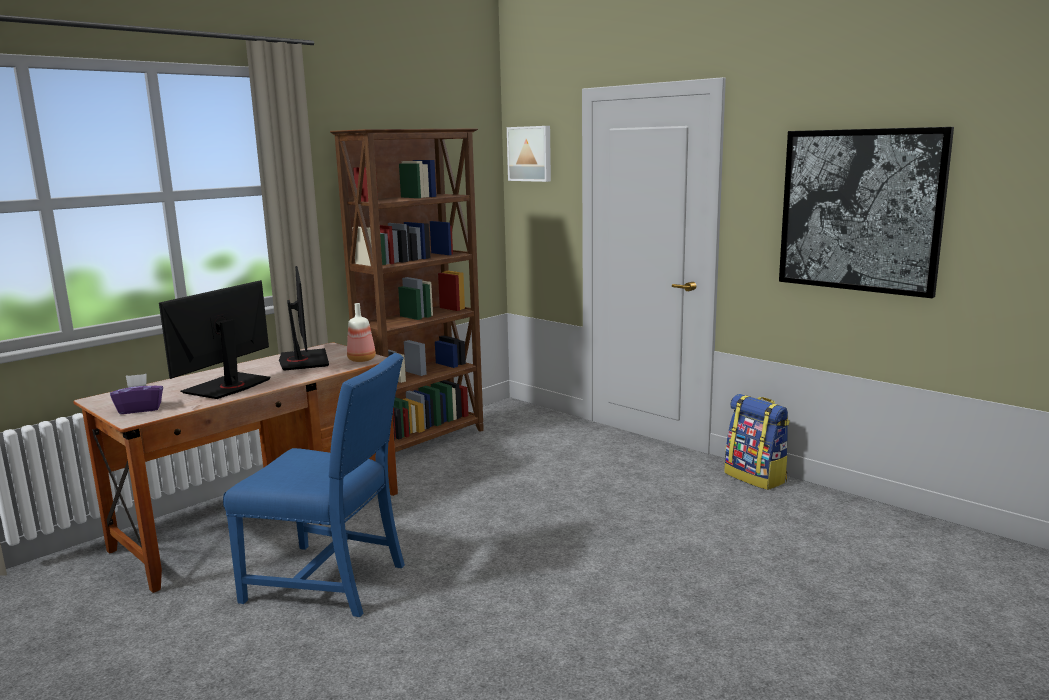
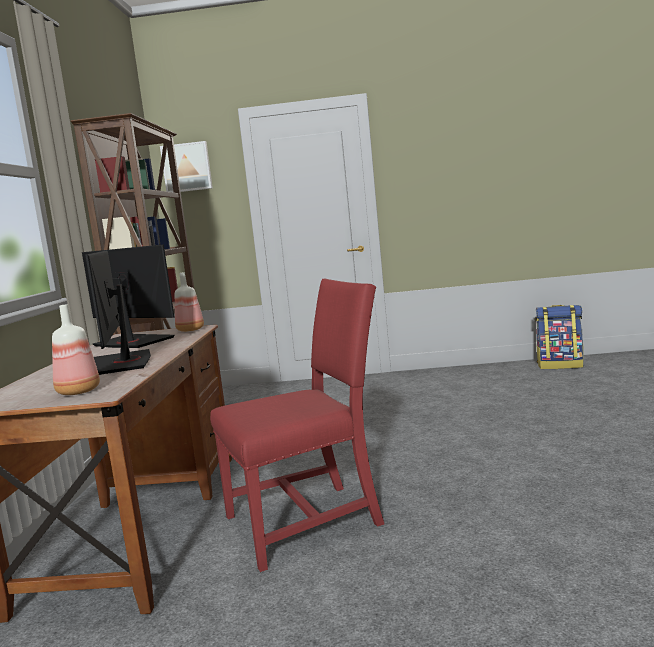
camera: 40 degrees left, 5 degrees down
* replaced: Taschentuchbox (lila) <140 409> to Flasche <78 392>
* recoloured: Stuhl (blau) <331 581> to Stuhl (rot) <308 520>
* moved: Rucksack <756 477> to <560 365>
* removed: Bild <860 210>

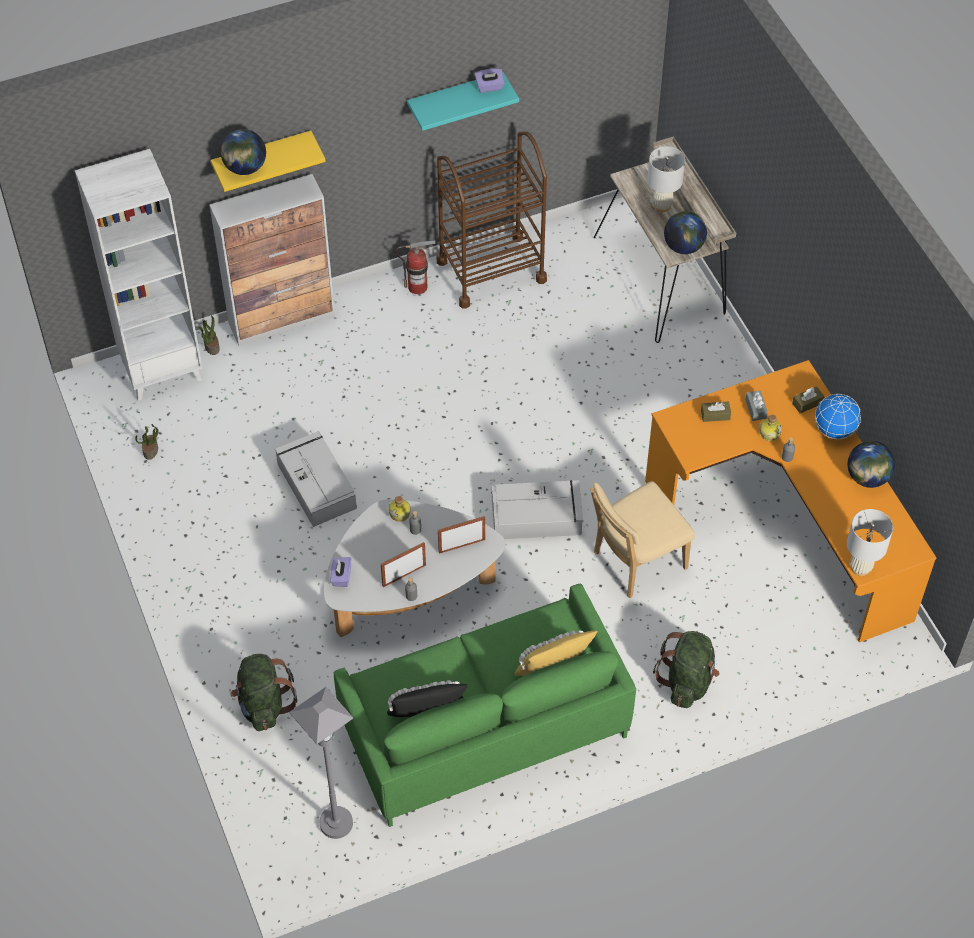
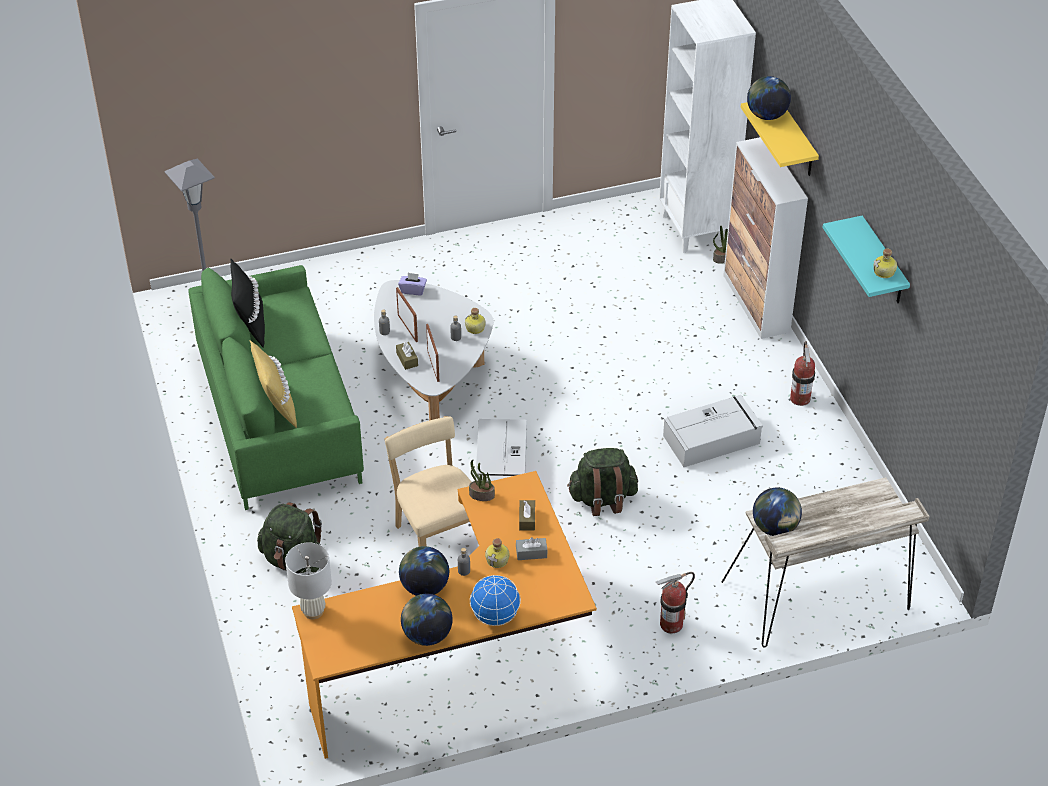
camera: 95 degrees right, 10 degrees down
* moved: Taschentuchbox (braun) <807 403> to <407 359>
* added: Globus <424 587>
* moved: Topfpflanze <151 450> to <481 495>
* moved: Rucksack (grün) <263 705> to <602 499>
* added: Feuerlöscher <671 624>
* moved: Aufbewahrungsbox (grau) <316 485> to <712 439>
* replaced: Taschentuchbox (lila) <489 87> to Flasche <884 272>
* removed: Rollwagen (braun) <491 270>
* removed: Tischlampe (weiß) <662 206>

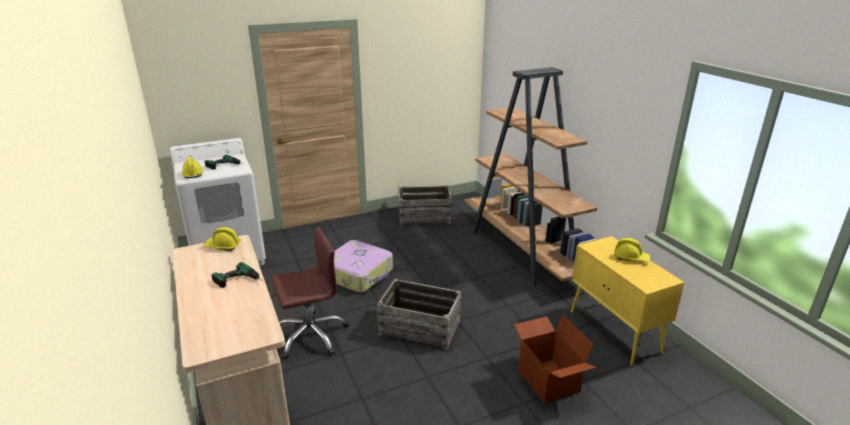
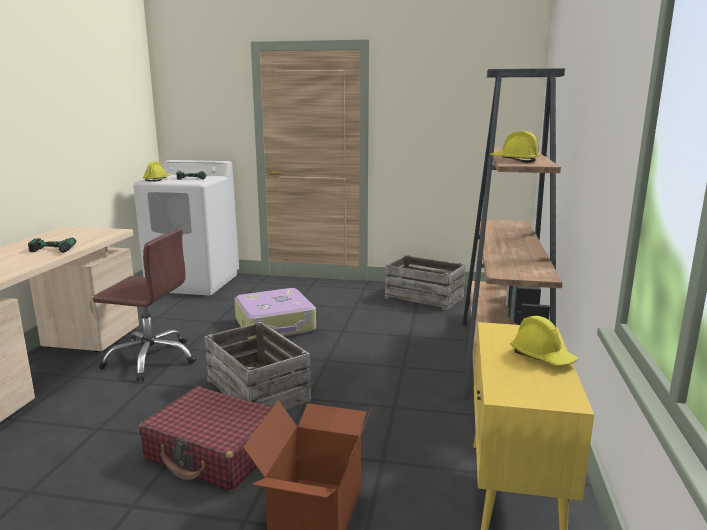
camera: 35 degrees right, 10 degrees down
* added: Koffer (rot) <214 452>
* moved: Schutzhelm (gelb) <223 246> to <514 160>

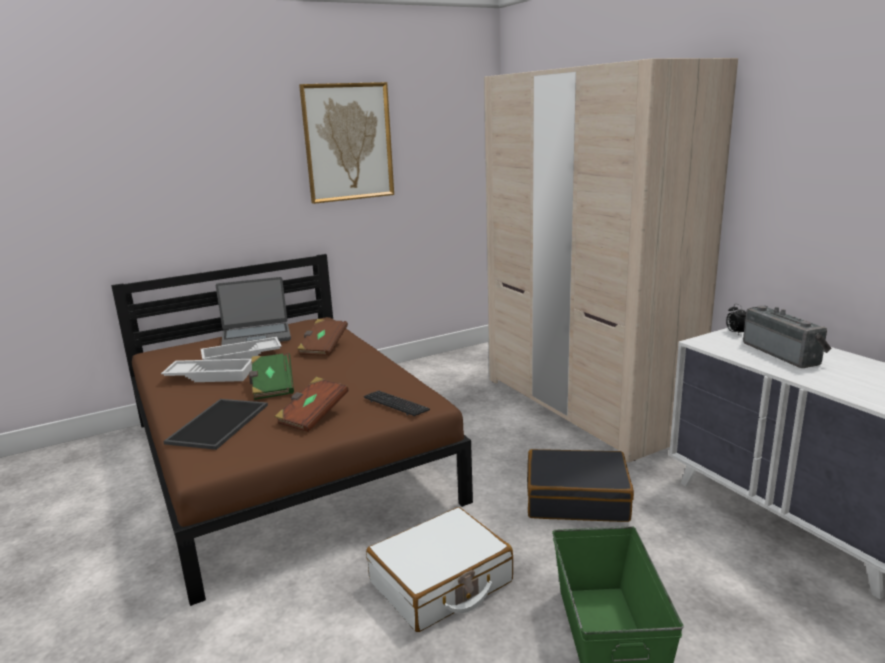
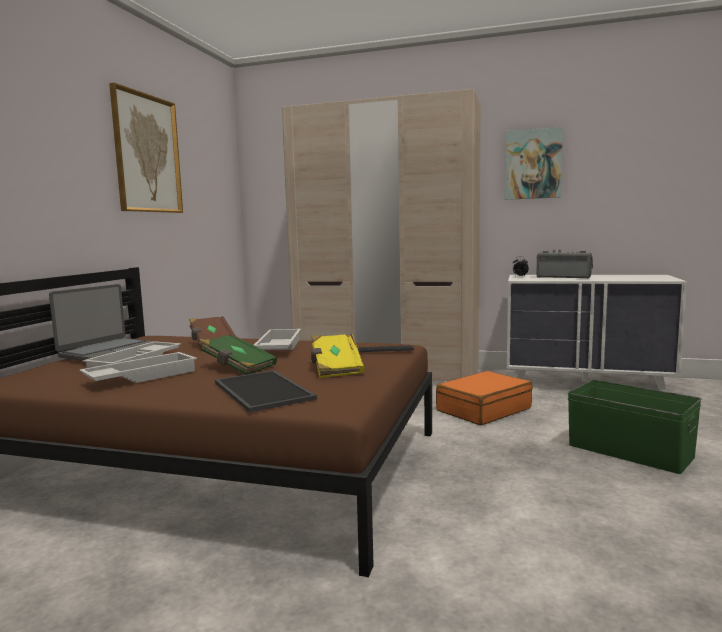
camera: 45 degrees left, 10 degrees down
* added: Tablett (weiß) <278 347>
* recoloured: Buch (braun) <312 416> to Buch (gelb) <335 369>
* recoloured: Koffer (schwarz) <576 498> to Koffer (orange) <483 409>
* added: Bild <533 164>
* removed: Koffer (weiß) <441 583>

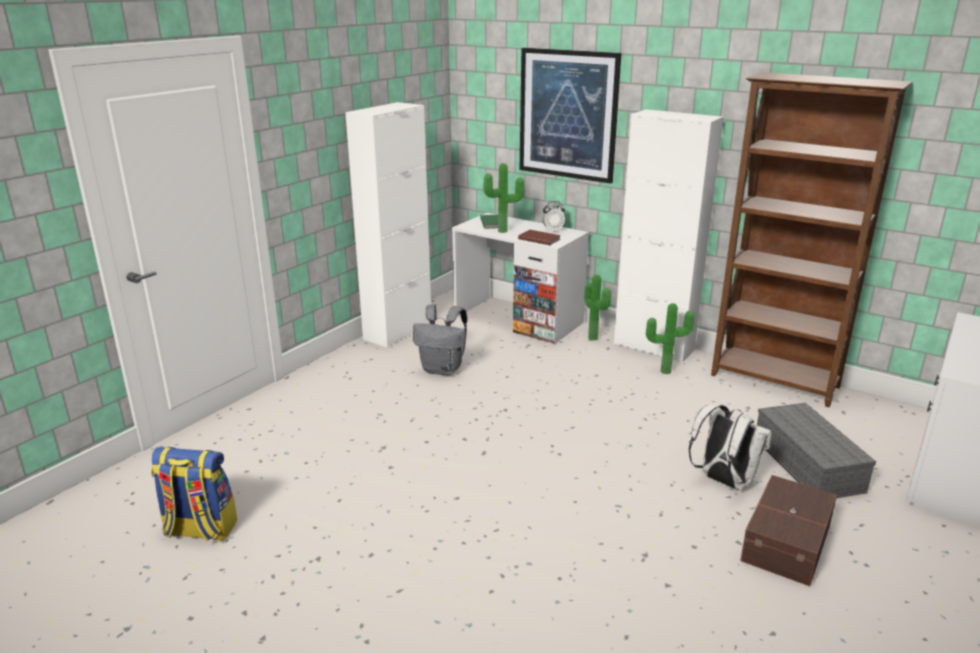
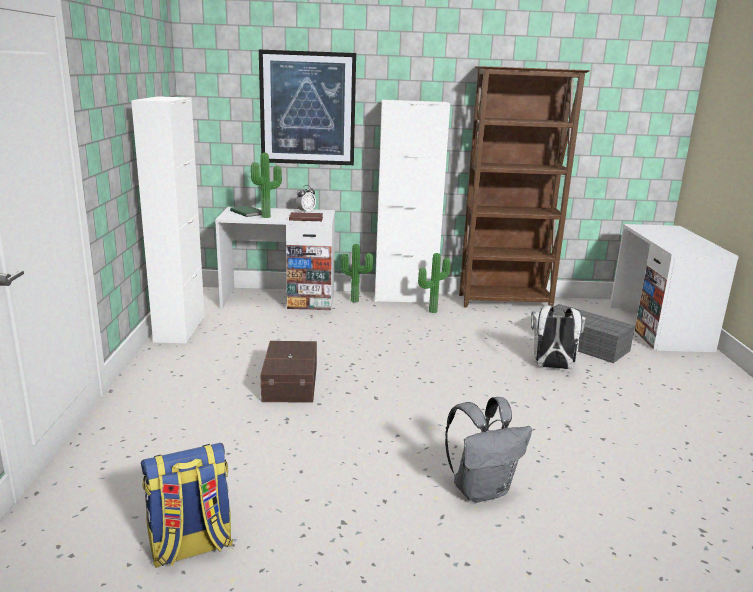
camera: 35 degrees left, 5 degrees down
* moved: Aufbewahrungsbox (braun) <788 542> to <292 383>
* moved: Rucksack (grau) <443 369> to <481 490>

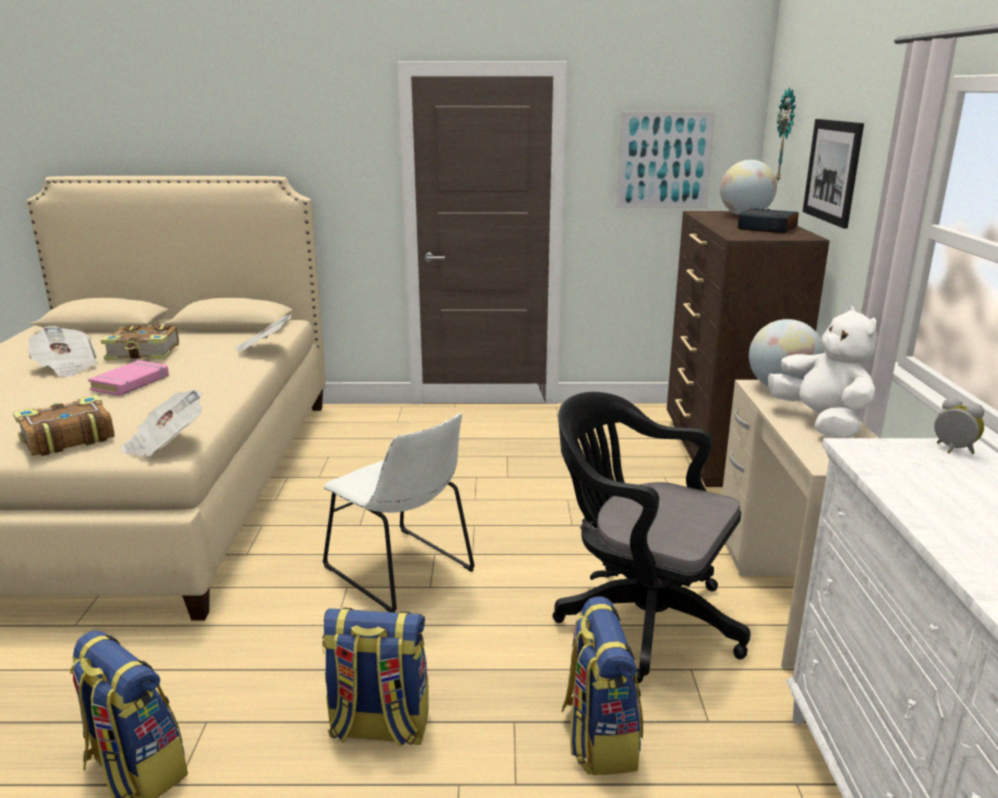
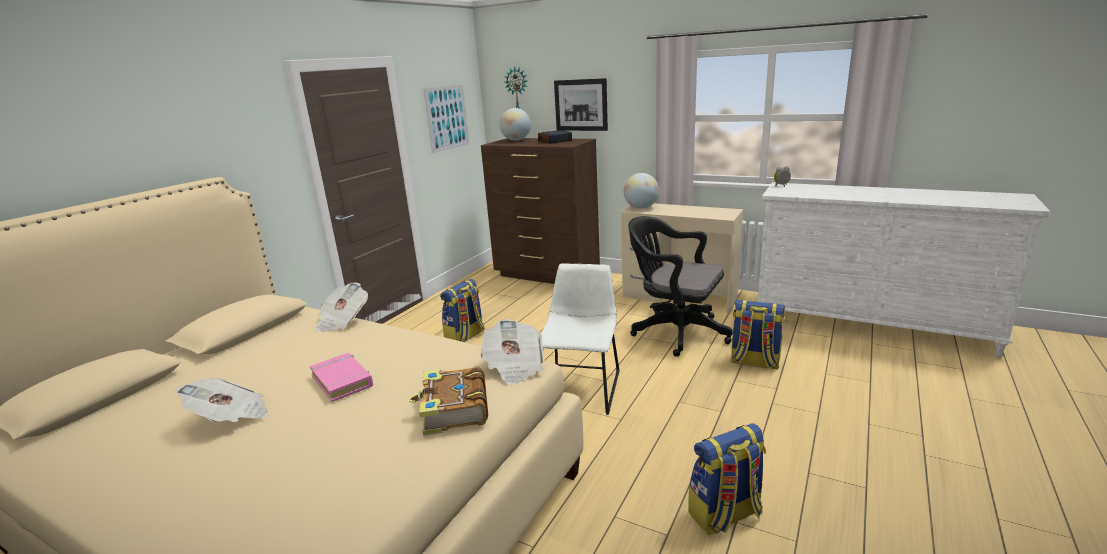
camera: 60 degrees left, 0 degrees up
* moved: Rucksack <379 727> to <465 337>
* turned: Stuhl (weiß) <402 571> = <581 387> 60 degrees counterclockwise
* turned: Bürostuhl (schwarz) <639 618> = <675 332> 60 degrees clockwise
* removed: Buch <144 353>
* removed: Plüschtier (weiß) <821 423>

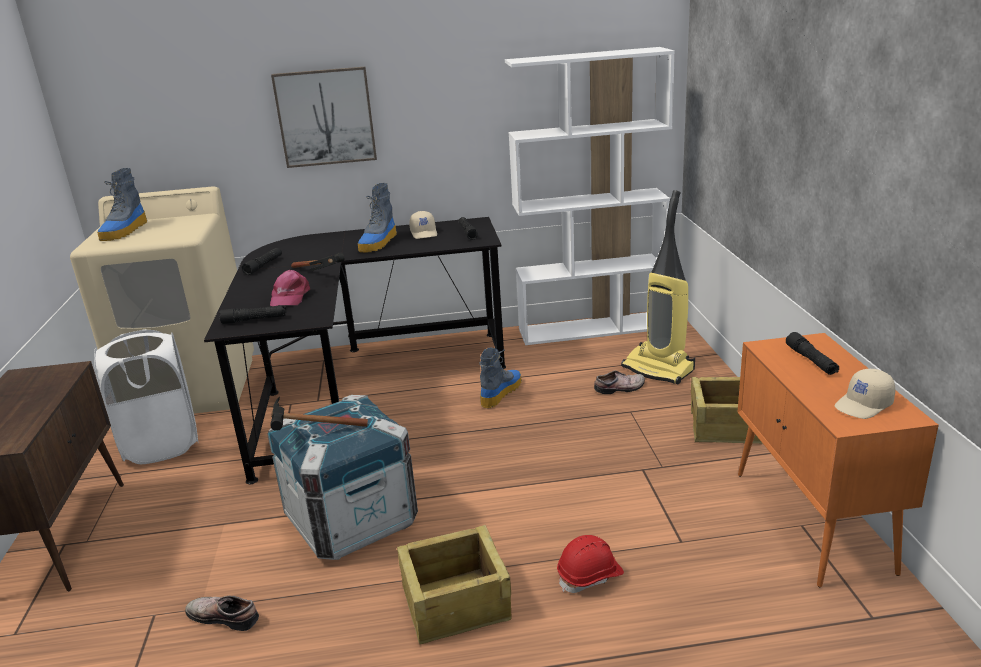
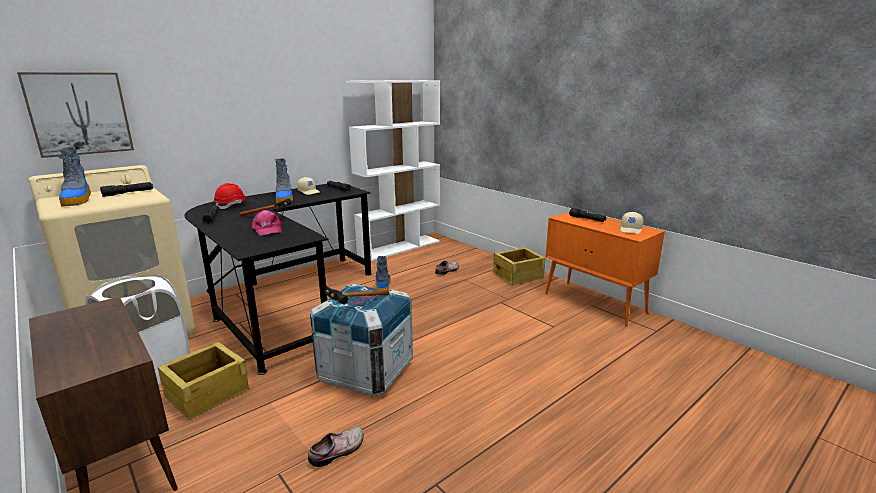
camera: 35 degrees left, 5 degrees down
* moved: Bild <325 117> to <79 113>
* moved: Taschenlampe (schwarz) <254 320> to <128 193>
* moved: Kiste <454 602> to <206 393>
* moved: Schutzhelm (rot) <590 576> to <232 206>
* turned: Schuh <225 616> = <338 451> 150 degrees clockwise
* removed: Staubsauger <659 369>

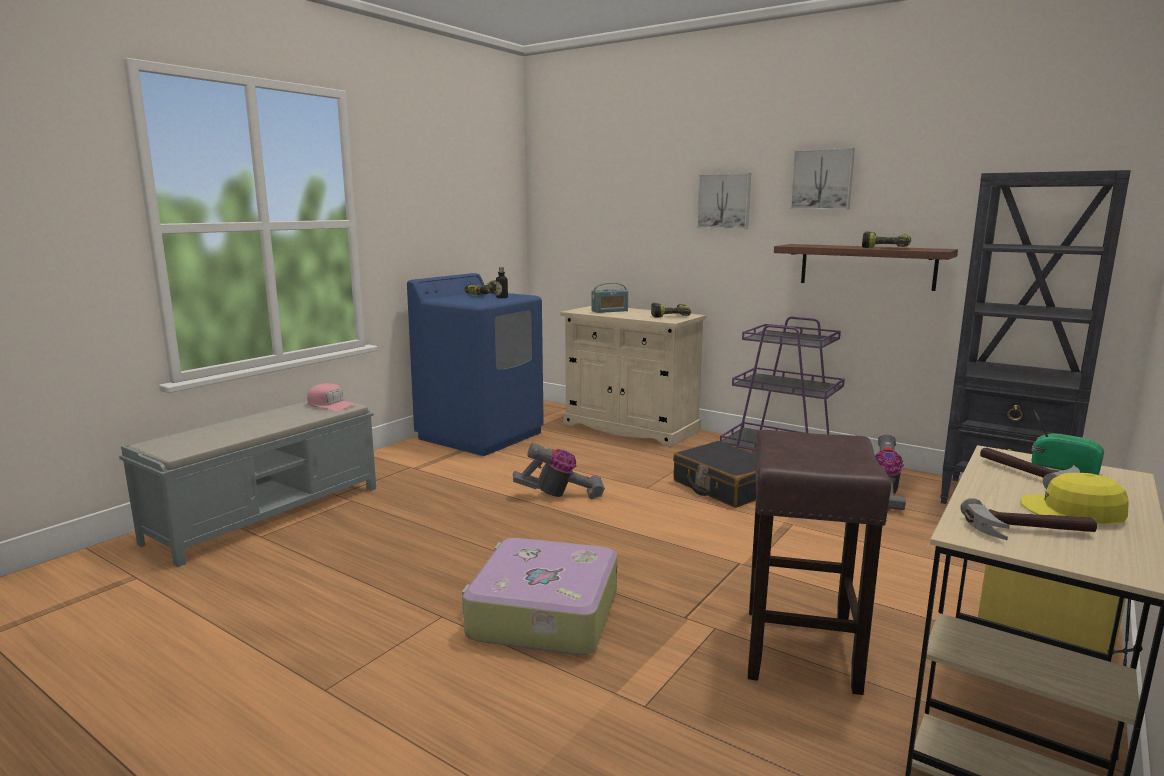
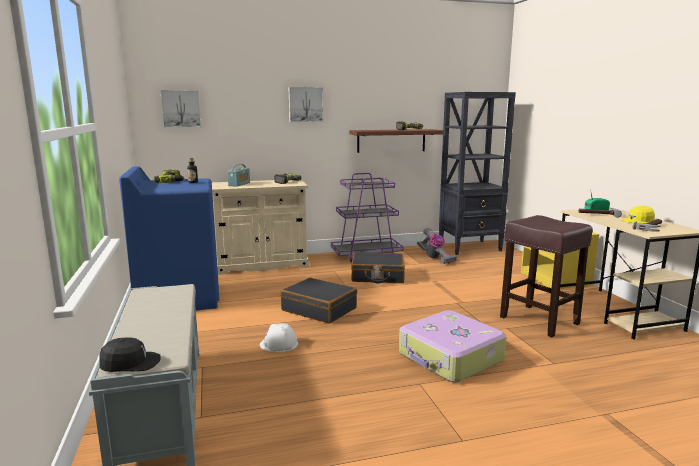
camera: 50 degrees left, 0 degrees up
* added: Kappe (schwarz) <130 363>
* moved: Bild <822 179> to <181 108>
* added: Schutzhelm (weiß) <279 344>
* replaced: Staubsauger <560 495> to Koffer (schwarz) <319 309>
* removed: Kappe (rosa) <330 405>

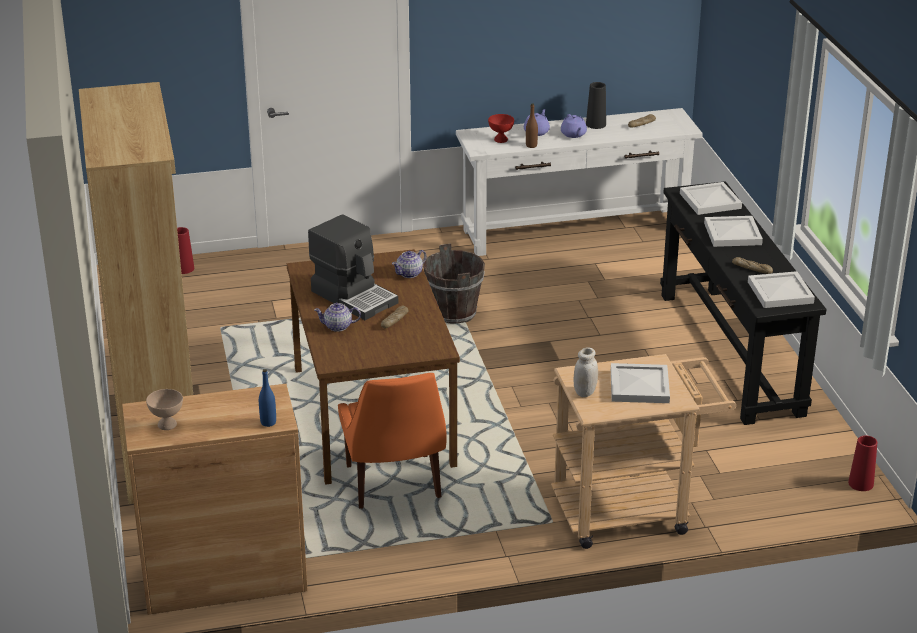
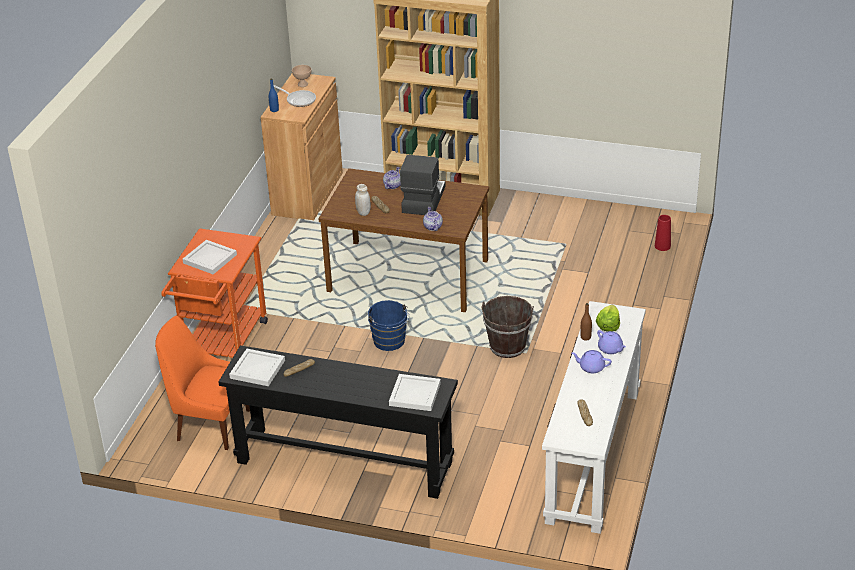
camera: 120 degrees right, 5 degrees up
* moved: Stuhl (orange) <394 484> to <210 425>
* recoloured: Rollwagen (beige) <632 511> to Rollwagen (orange) <222 343>
* added: Pfanne <299 100>
* moved: Vorratsglas (weiß) <585 392> to <363 212>
* added: Eimer (blau) <390 342>
* turned: Kaffeemaschine <354 296> = <422 200> 120 degrees clockwise
* replaced: Schüssel (rot) <501 140> to Salatkopf <608 325>
* removed: Vase (schwarz) <596 124>
* removed: Tablett (weiß) <733 234>
* removed: Vase (rot) <860 483>

